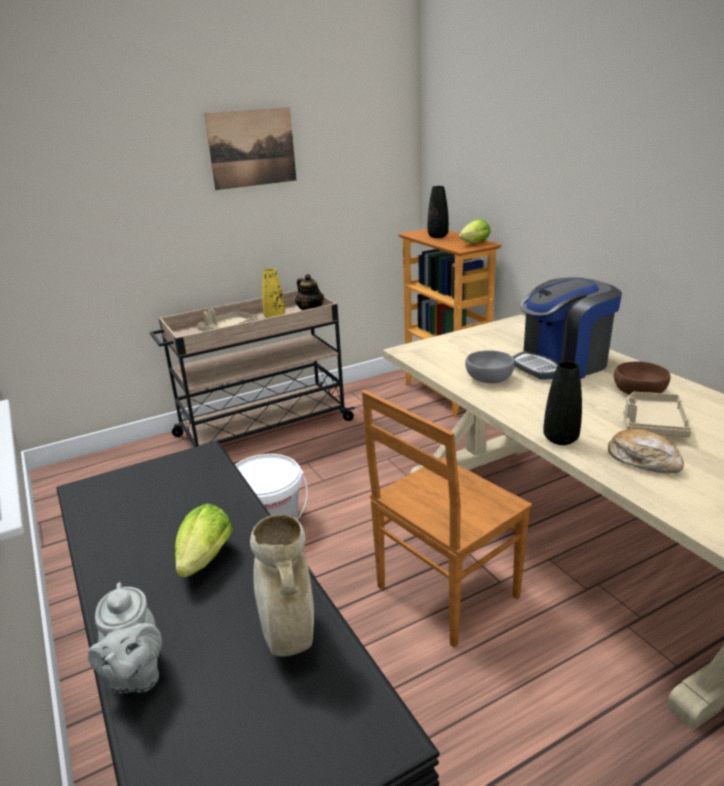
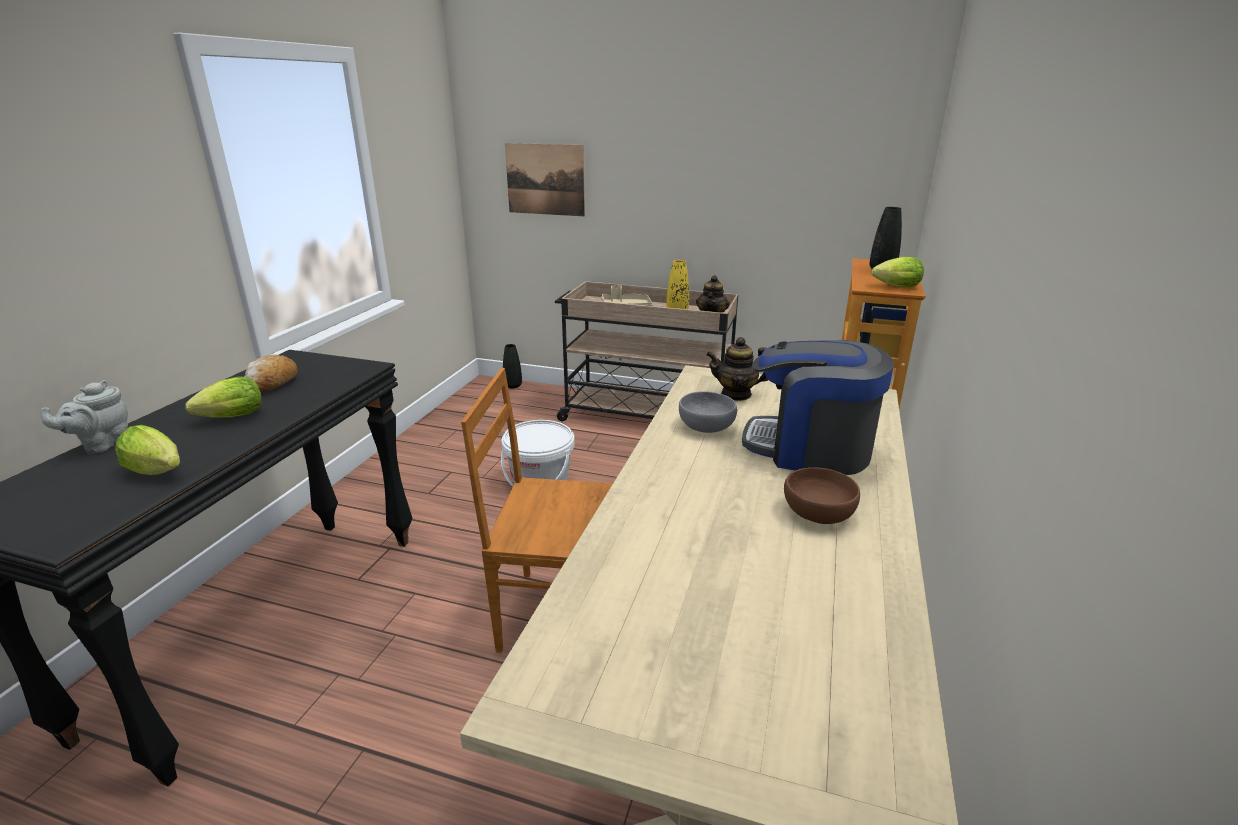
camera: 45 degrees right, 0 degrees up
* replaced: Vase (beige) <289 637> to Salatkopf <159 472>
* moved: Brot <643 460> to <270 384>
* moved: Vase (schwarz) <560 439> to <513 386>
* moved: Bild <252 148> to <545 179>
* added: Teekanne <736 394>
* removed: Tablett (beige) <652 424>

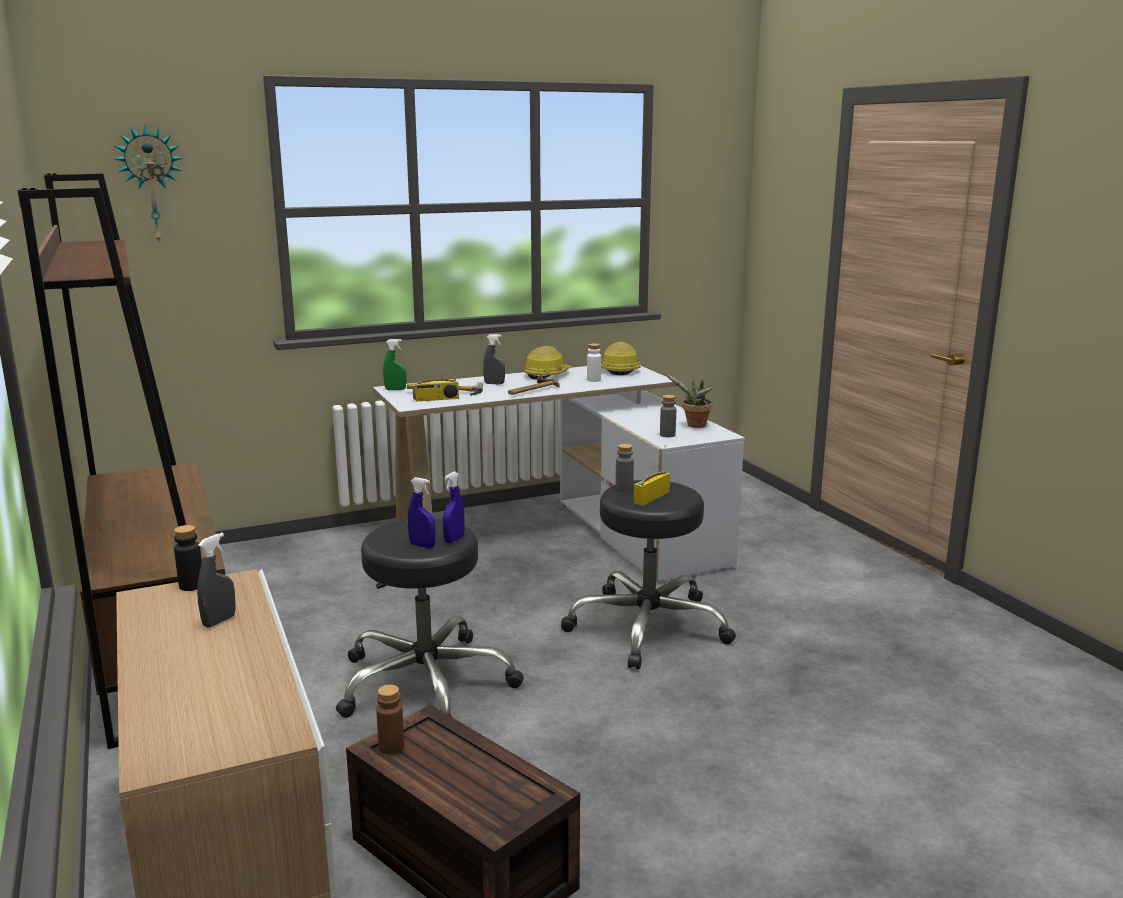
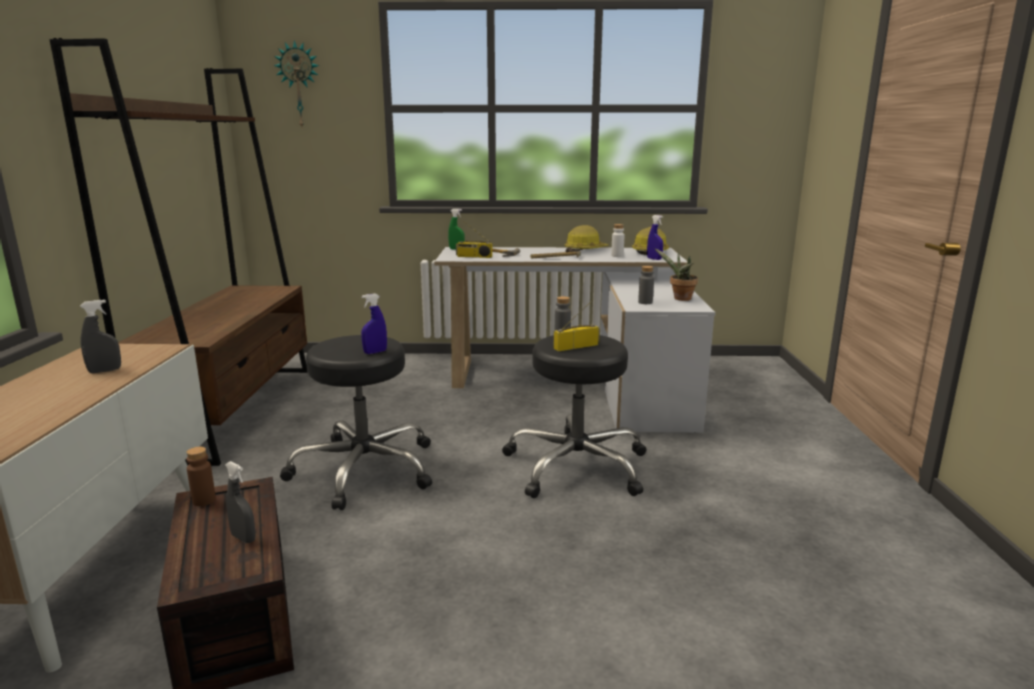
camera: 25 degrees right, 0 degrees up
* moved: Sprühflasche (grau) <494 383> to <243 538>
* moved: Sprühflasche (blau) <422 546> to <654 259>
* removed: Flasche (schwarz) <191 586>

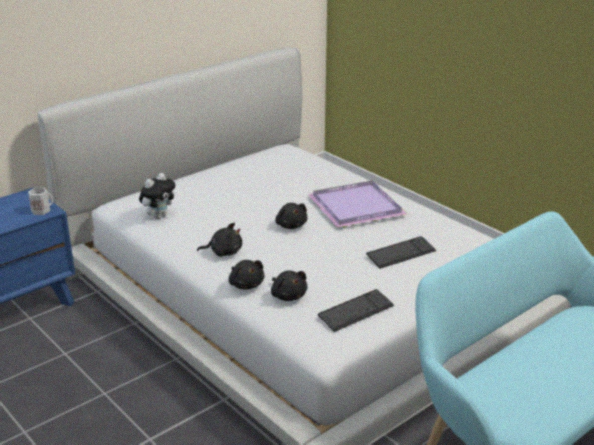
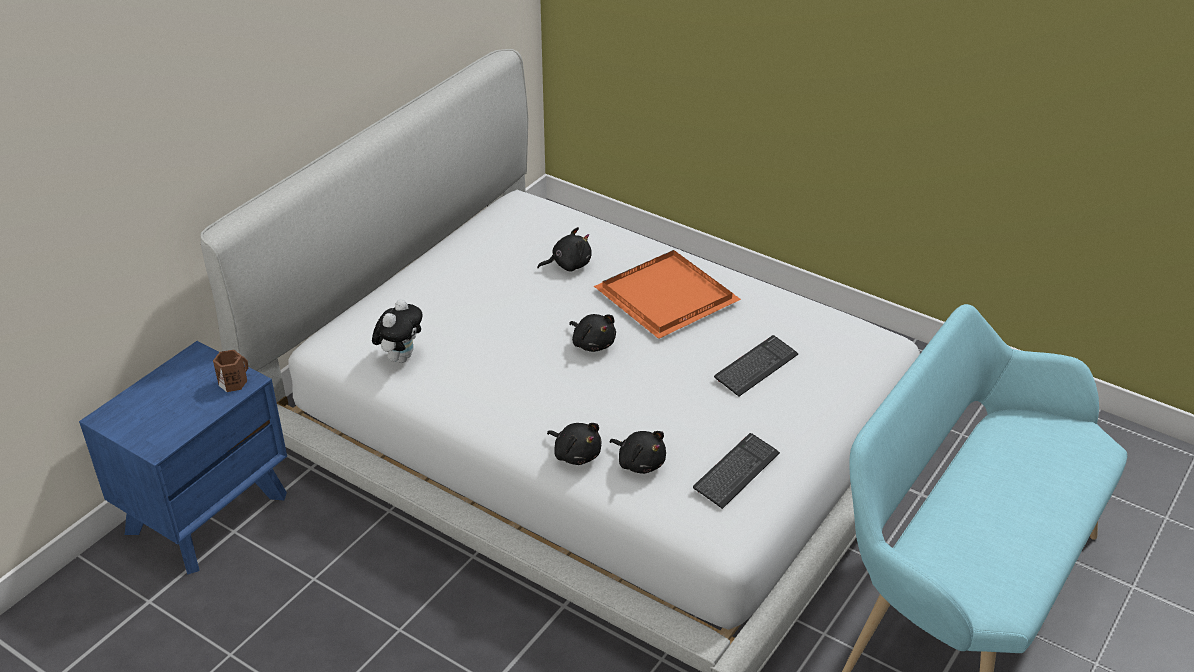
camera: 15 degrees left, 10 degrees up
* recoloured: Henkelbecher (weiß) <41 210> to Henkelbecher (braun) <233 382>
* moved: Plüschtier (schwarz) <223 252> to <568 264>
* recoloured: Tablett (lila) <355 208> to Tablett (orange) <666 298>

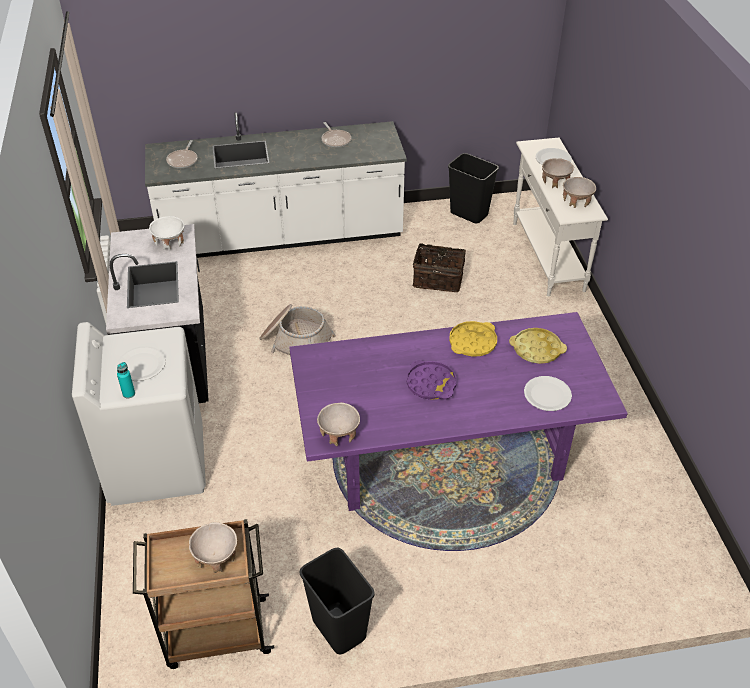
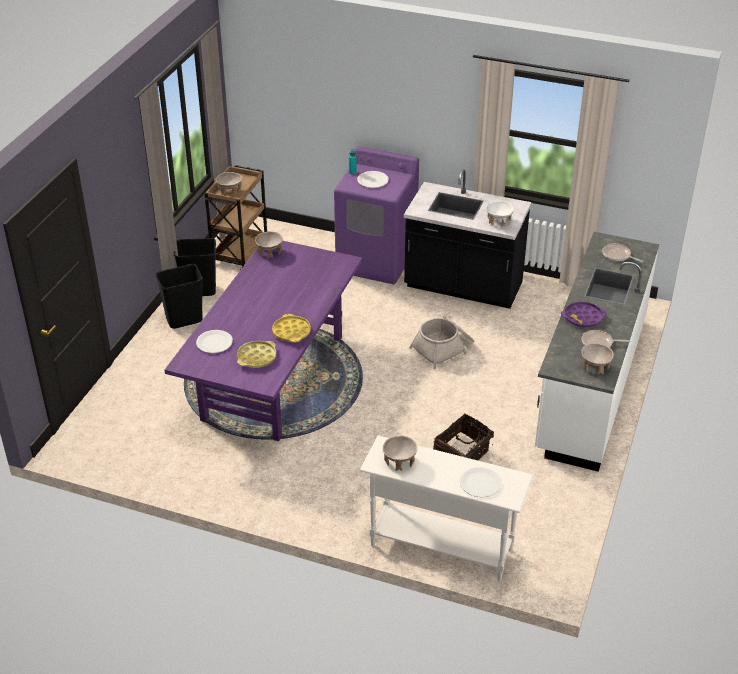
camera: 120 degrees right, 5 degrees down
* moved: Mülleimer (schwarz) <469 214> to <184 320>
* recoloured: Waschmaschine (weiß) <157 463> to Waschmaschine (lila) <376 261>
* moved: Tablett (lila) <431 384> to <583 318>
* moved: Schüssel (beige) <555 182> to <595 367>

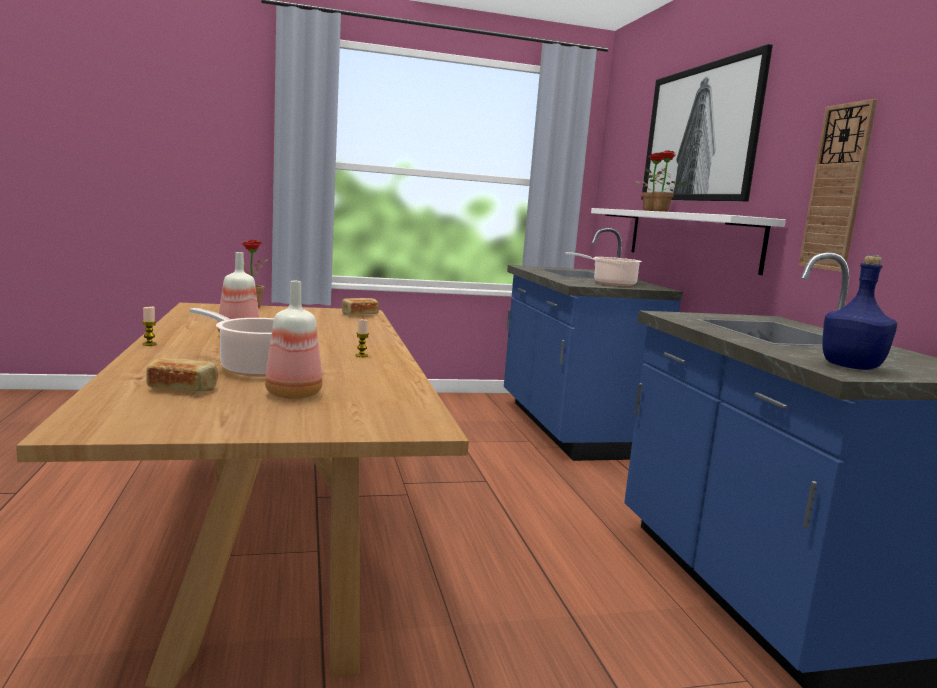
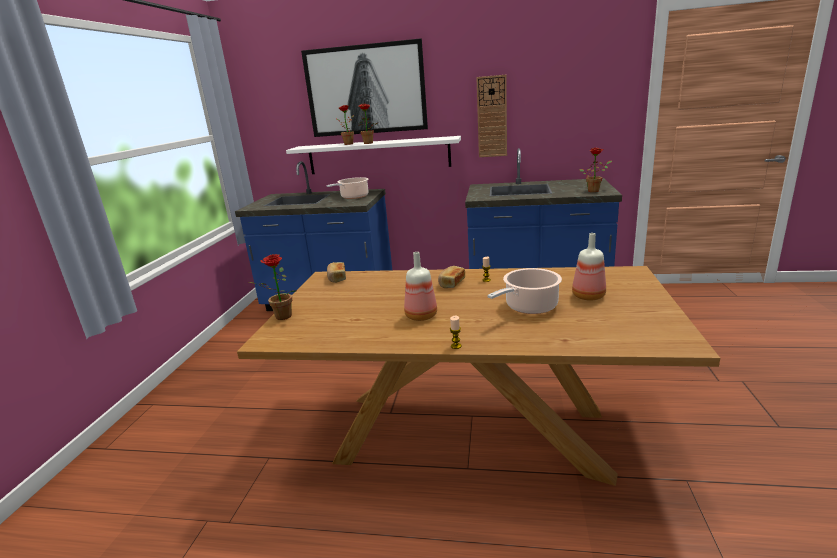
camera: 65 degrees left, 10 degrees up
* moved: Brot <183 388> to <451 283>
* replaced: Flasche (blau) <851 367> to Topfpflanze <595 190>

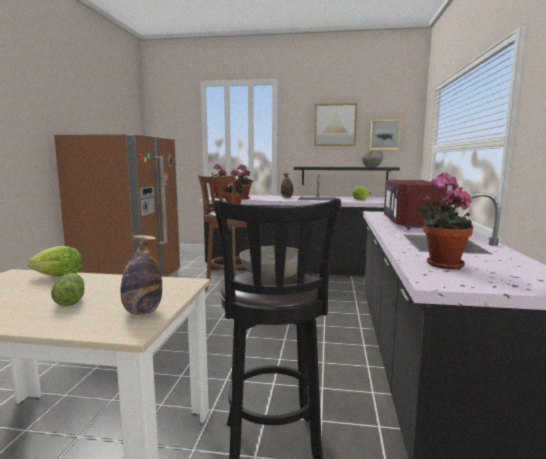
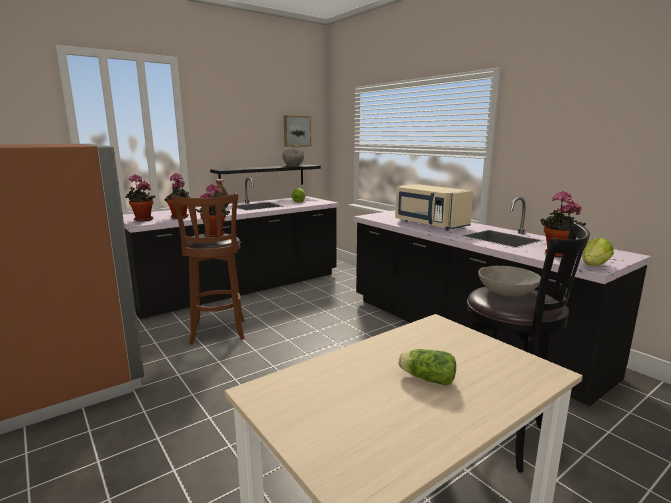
camera: 45 degrees left, 5 degrees up
* recoloured: Mikrowelle (rot) <409 224> to Mikrowelle (beige) <429 224>
* moved: Salatkopf <58 276> to <594 265>
* removed: Flasche <142 312>
* removed: Bild <335 125>

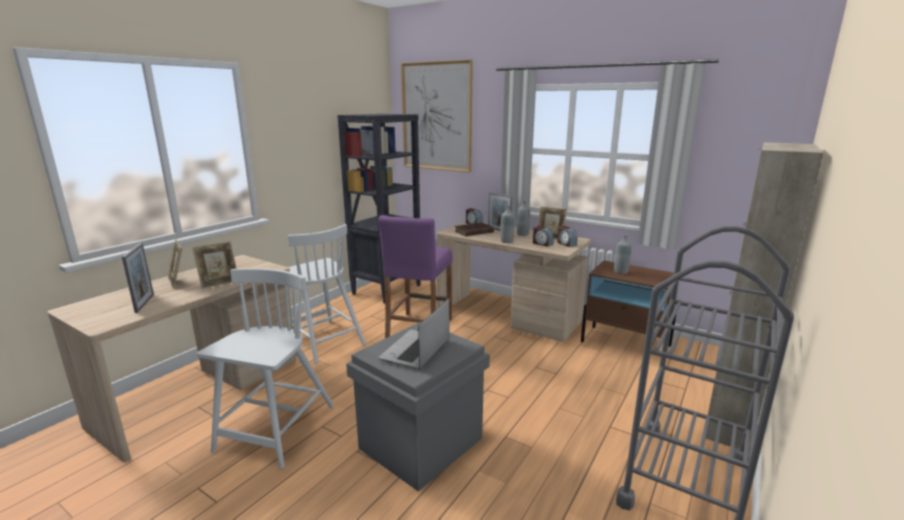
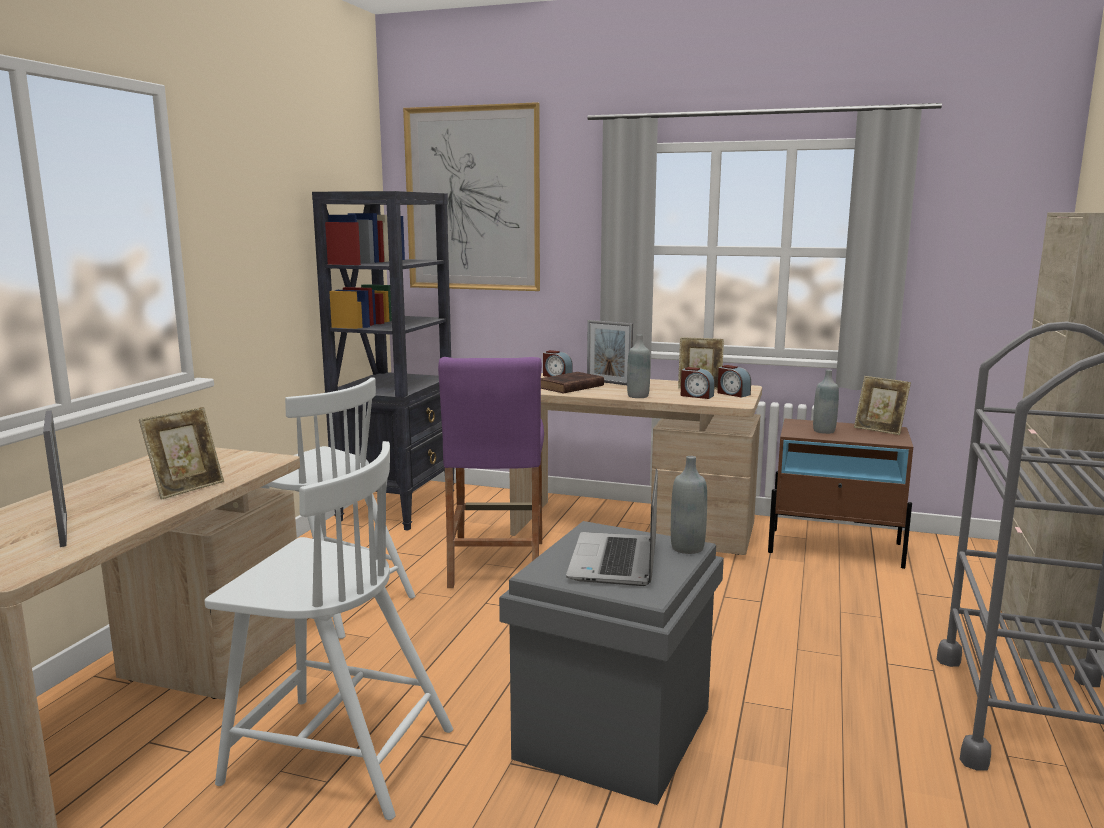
camera: 15 degrees left, 5 degrees down
* turned: Stuhl (weiß) <276 429> = <335 754> 105 degrees clockwise
* moved: Flasche (grau) <522 234> to <687 548>
* moved: Bilderrahmen <178 282> to <879 430>

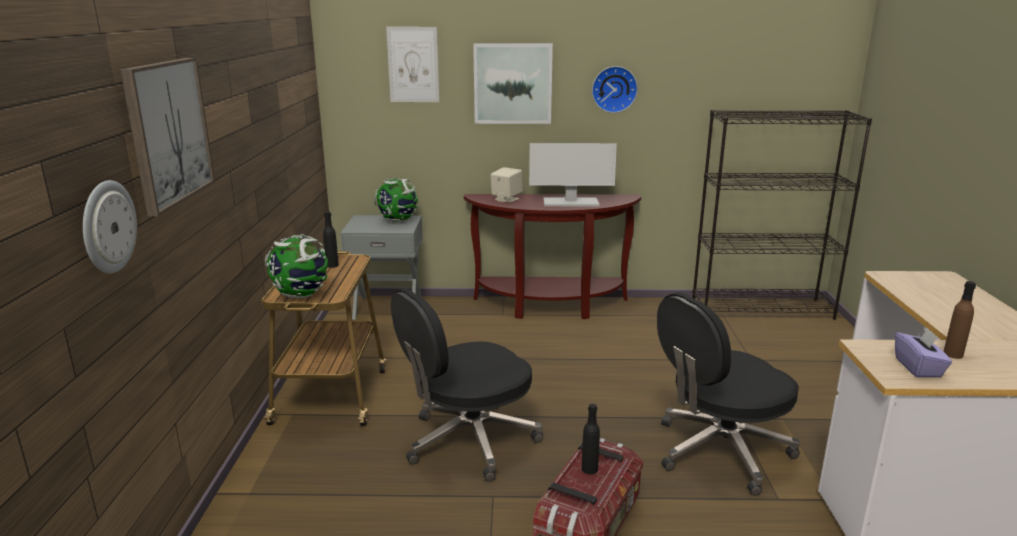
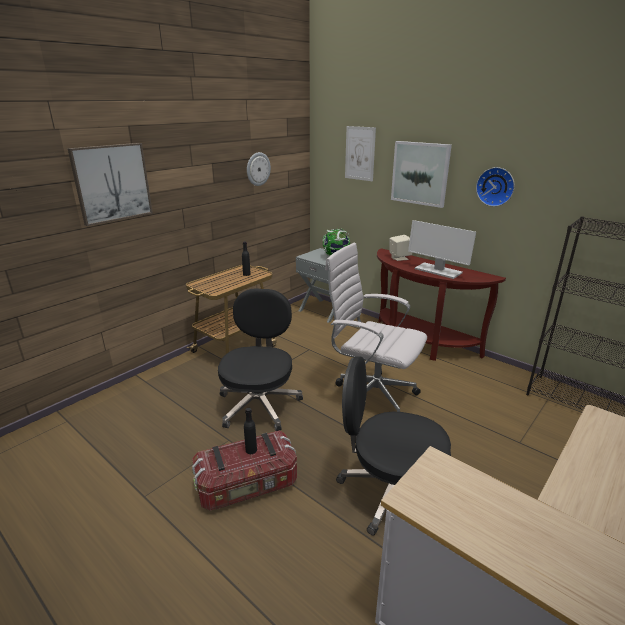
camera: 40 degrees right, 5 degrees up
* turned: Bürostuhl (schwarz) <468 441> = <259 404> 90 degrees clockwise
* moved: Wanduhr <107 227> to <258 169>
* added: Bürostuhl (weiß) <371 395>
* removed: Globus <301 295>
* removed: Taschentuchbox (lila) <918 368>
* removed: Flasche (braun) <953 354>

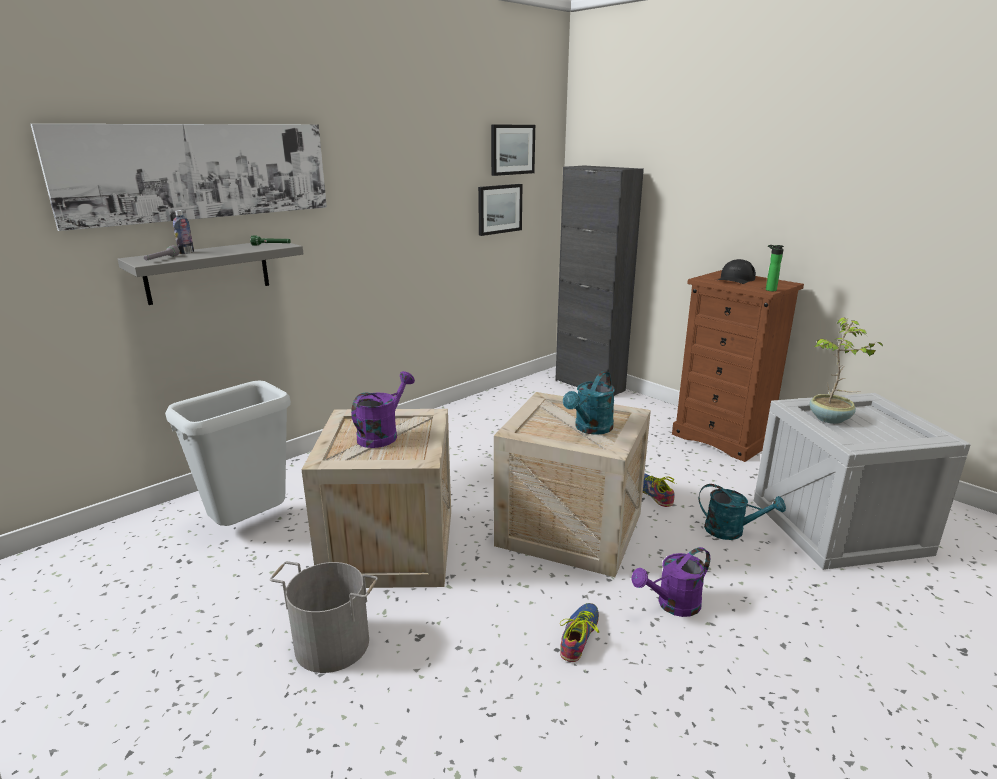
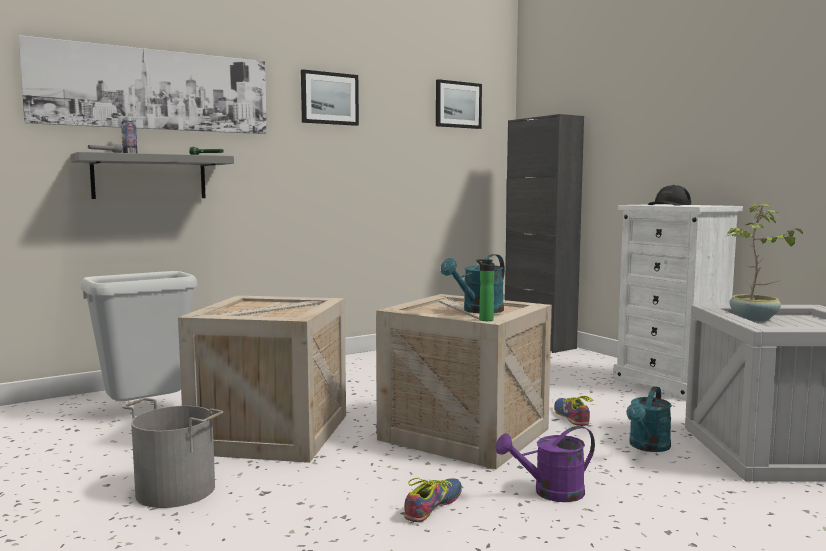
camera: 10 degrees right, 15 degrees down
* moved: Bild <499 209> to <329 98>
* moved: Flasche <769 290> to <485 319>
* recoloured: Kommode (braun) <722 438> to Kommode (weiß) <671 384>
* turned: Gießkanne (türkis) <731 531> = <647 447> 90 degrees clockwise
* removed: Gießkanne (lila) <382 435>

